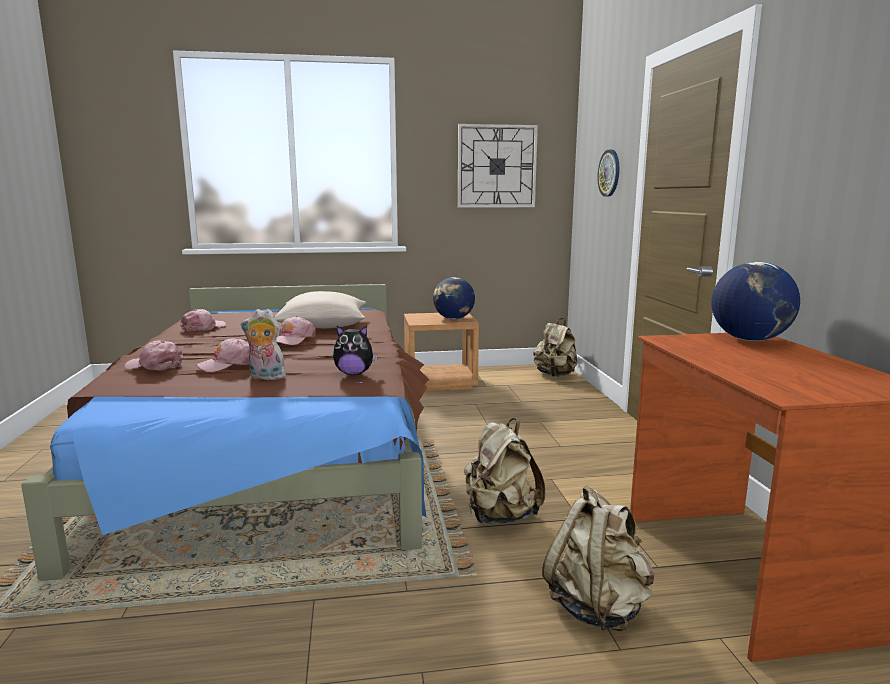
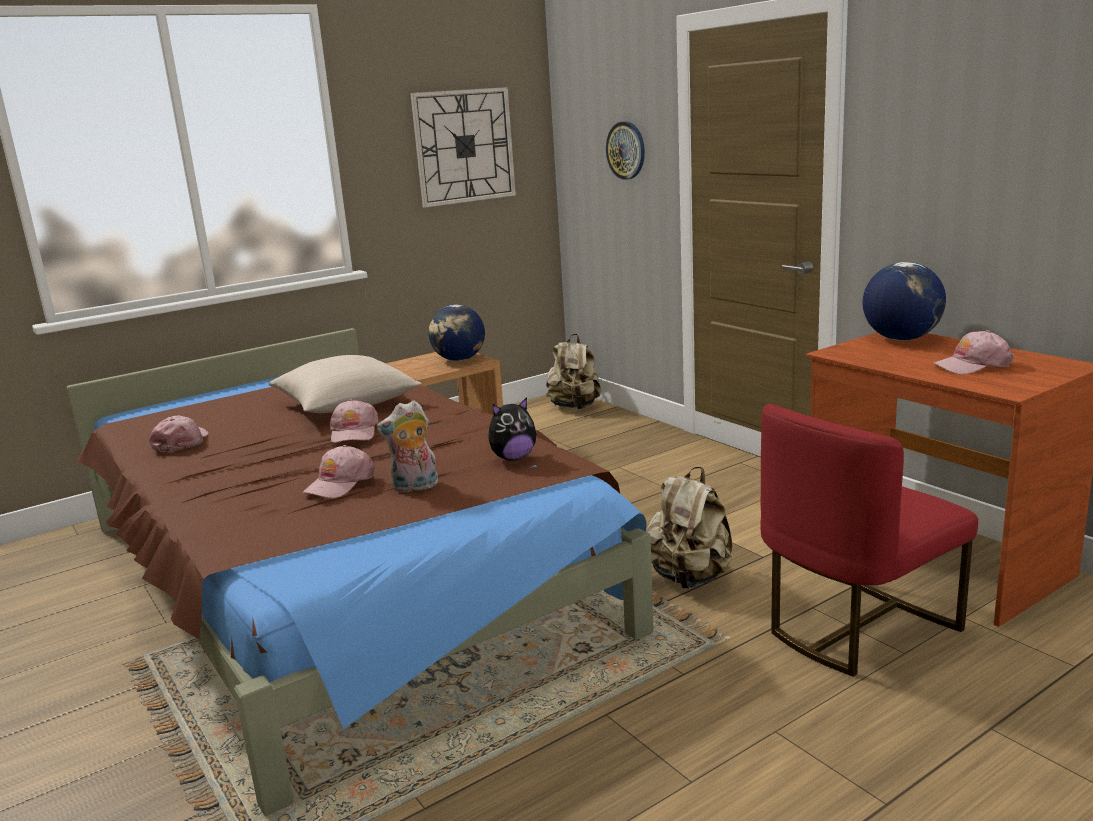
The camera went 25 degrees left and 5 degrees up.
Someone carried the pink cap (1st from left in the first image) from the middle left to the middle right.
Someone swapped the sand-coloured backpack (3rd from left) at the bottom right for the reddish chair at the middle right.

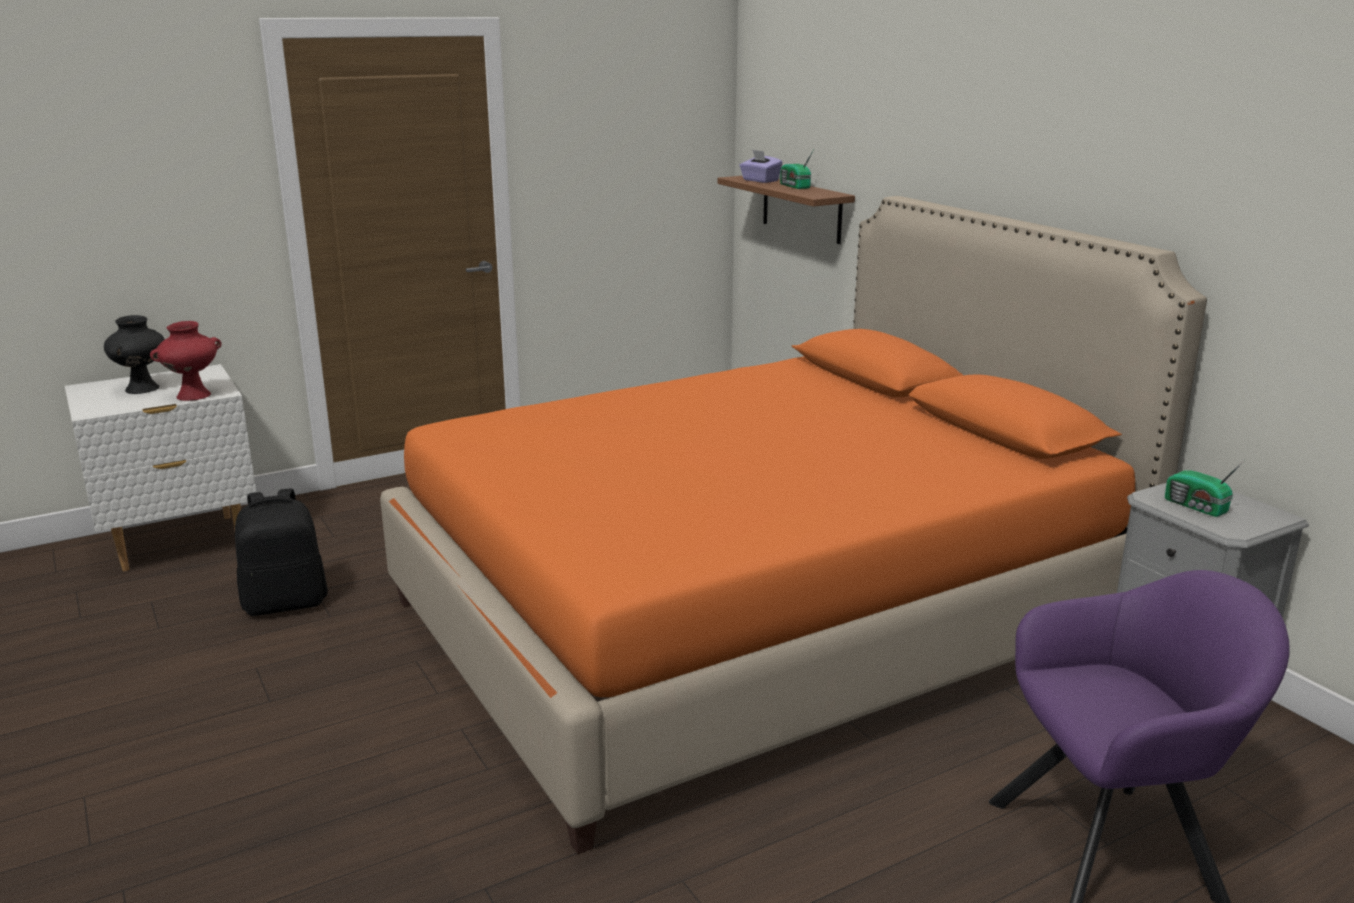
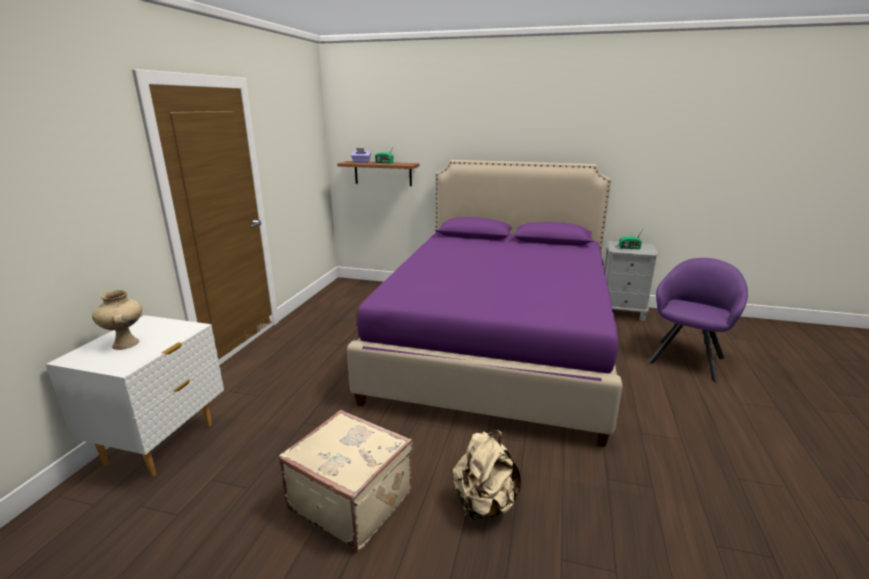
The camera went 45 degrees left and 0 degrees up.
Someone repainted the orange-coloured bed at the centre, which became the purplish bed at the centre.
Someone repainted the black-coloured flower vase at the middle left, which became the sand-coloured flower vase at the middle left.
Someone took away the reddish flower vase at the middle left.
Someone took away the black-coloured backpack at the middle left.
Someone put down the sand-coloured piece of luggage at the bottom centre.
Someone put down the sand-coloured backpack at the bottom centre.

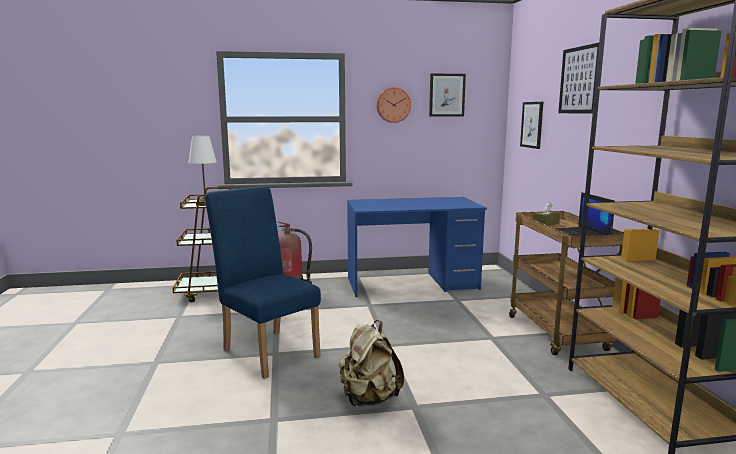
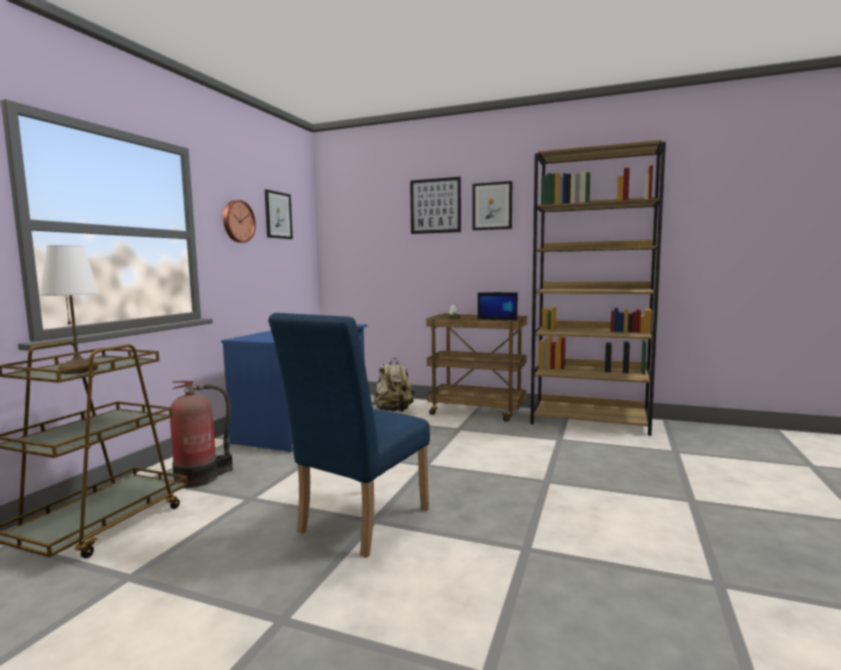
The camera went 60 degrees left and 5 degrees down.
Someone carried the picture (2nd from left in the first image) from the top right to the top centre.
Someone rotated the bluish chair at the centre by 45 degrees counterclockwise.
Someone carried the sand-coloured backpack from the bottom centre to the centre.

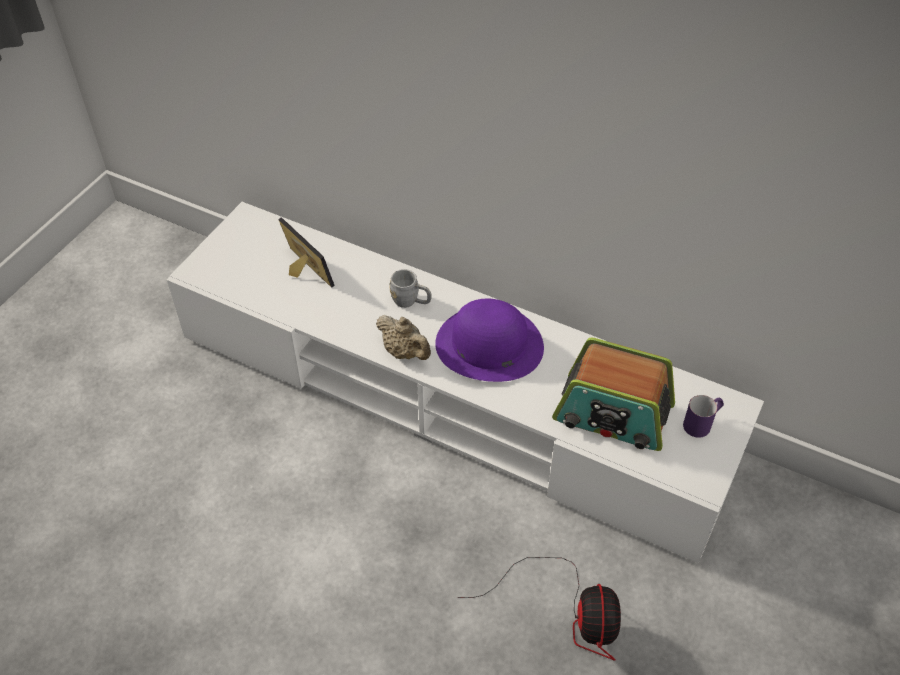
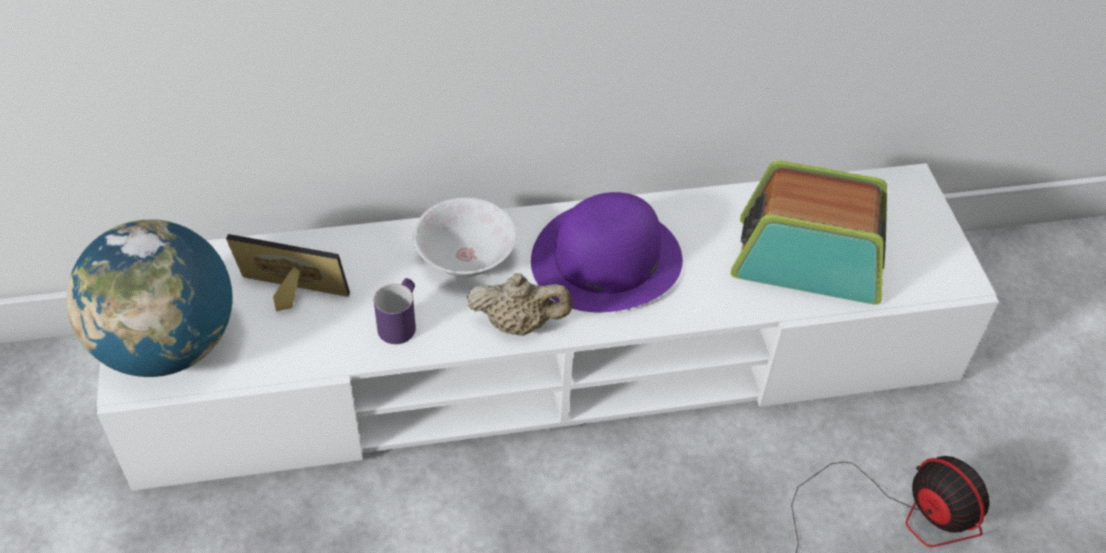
The camera went 40 degrees left and 0 degrees up.
Someone swapped the gray coffee mug at the centre for the whitish bowl at the centre.
Someone rotated the radio receiver at the middle right by 150 degrees counterclockwise.
Someone carried the purplish coffee mug from the middle right to the centre.
Someone put down the desk globe at the middle left.

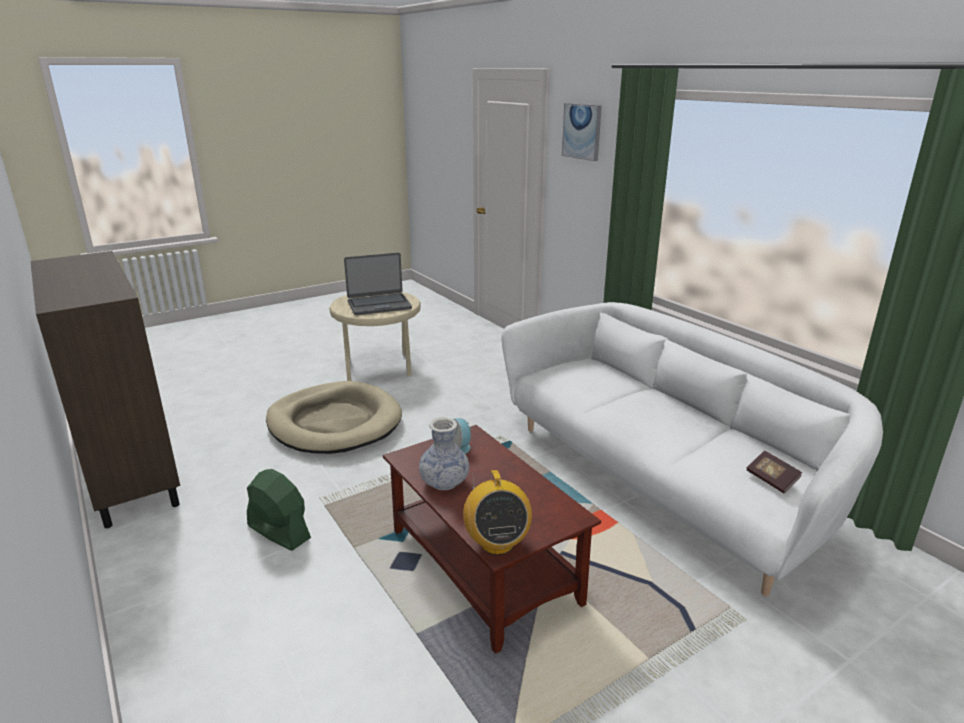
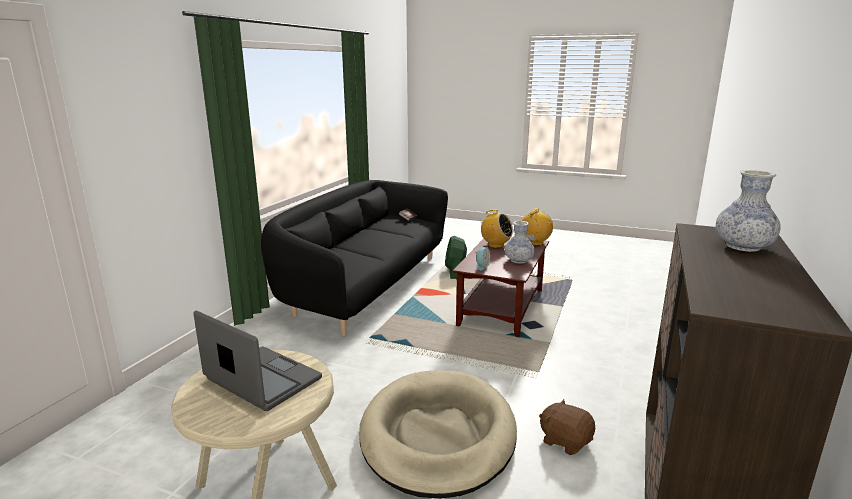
The camera went 125 degrees left and 5 degrees down.
Someone took away the picture at the top centre.
Someone repainted the whitish sofa at the middle right, which became the black-coloured sofa at the centre.
Someone carried the greenish fan from the bottom left to the centre.
Someone put down the flower vase (2nd from left) at the middle right.
Someone put down the radio receiver (1st from left) at the centre.
Someone put down the brownish soft toy at the bottom centre.

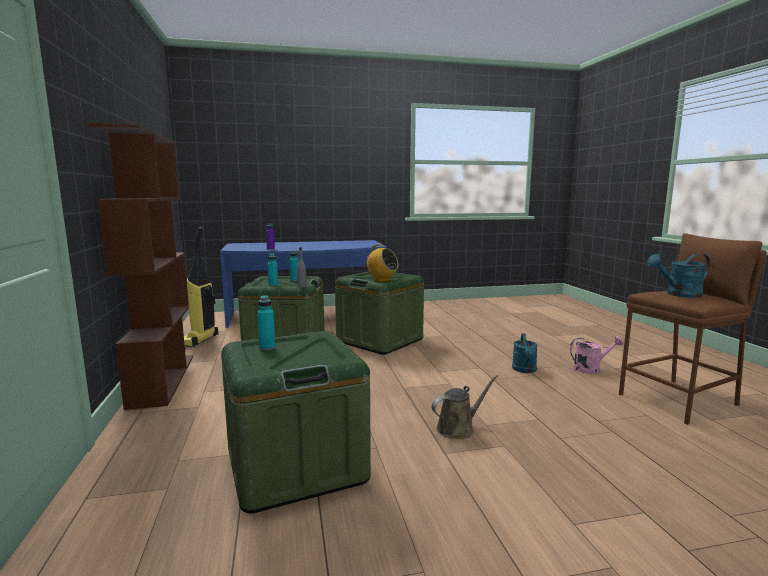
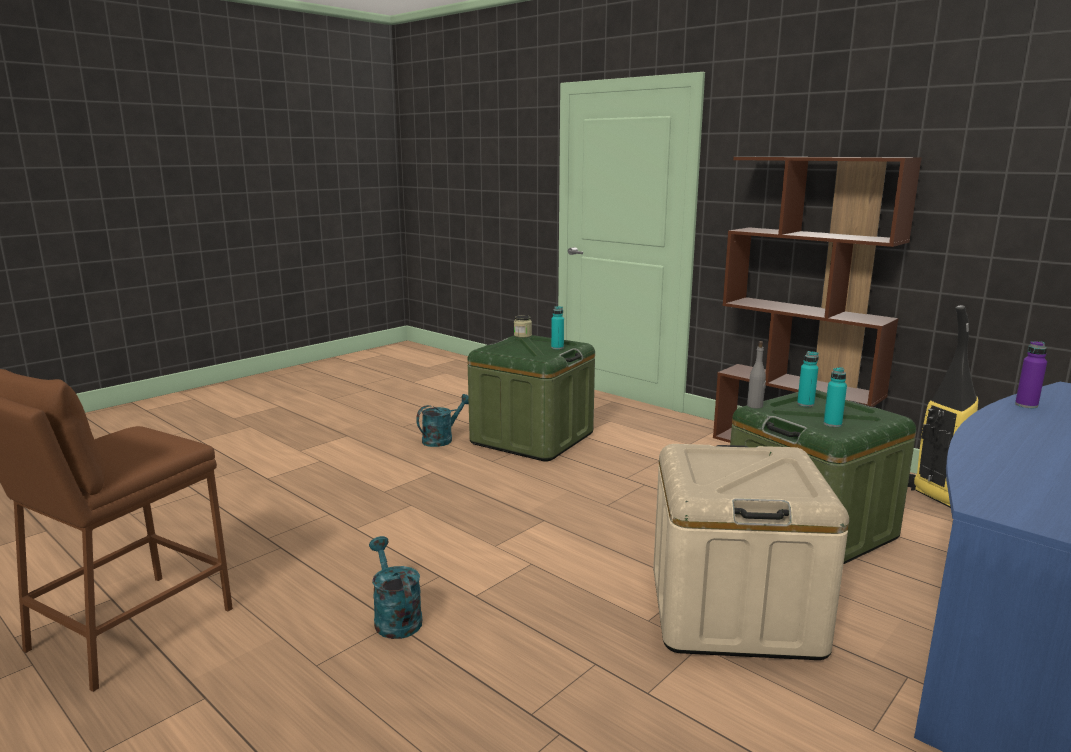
The camera went 145 degrees right and 5 degrees up.
Someone took away the radio receiver at the centre.
Someone carried the turquoise-coloured watering can (2nd from left) from the middle right to the centre.
Someone repainted the greenish storage bin (3rd from left) at the centre, which became the sand-coloured storage bin at the bottom right.
Someone took away the pink watering can at the middle right.
Someone took away the brownish watering can at the bottom centre.
Someone put down the preserve jar at the centre.

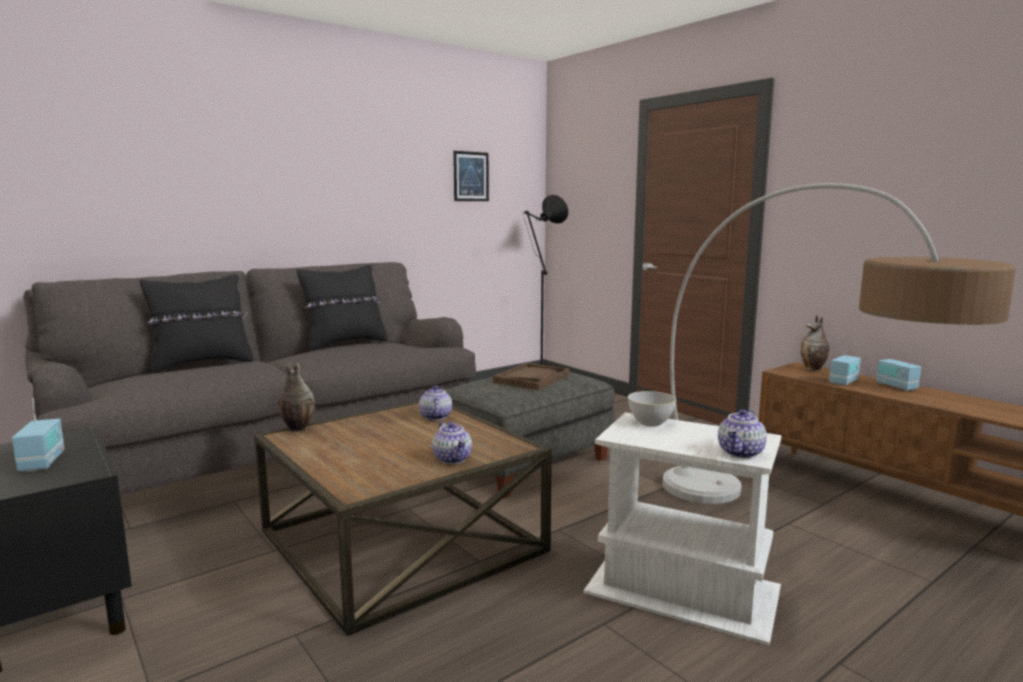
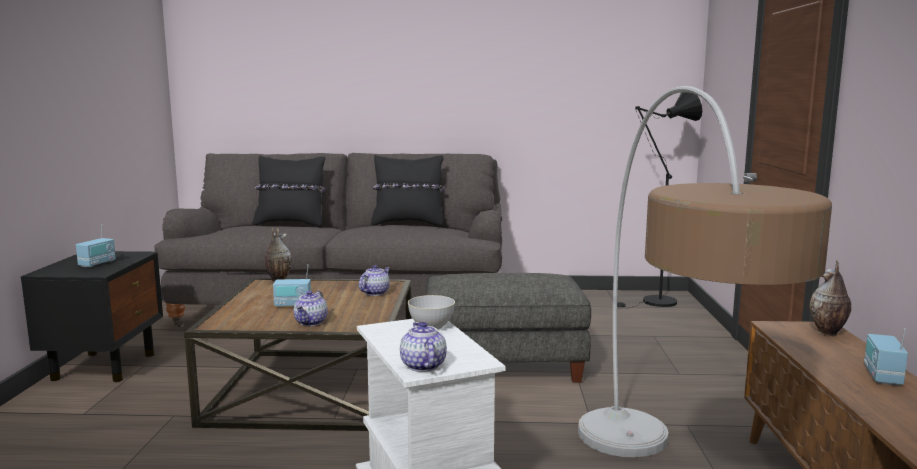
The camera went 40 degrees right and 0 degrees up.
Someone took away the picture at the top centre.
Someone carried the radio receiver (2nd from left) from the middle right to the middle left.
Someone took away the brownish serving tray at the centre.
Someone rotated the teapot (3rd from left) at the middle right by 90 degrees clockwise.

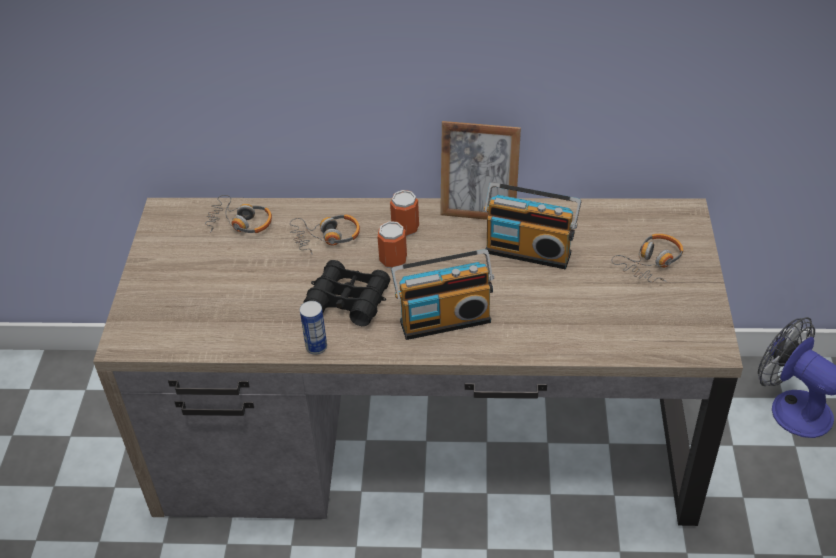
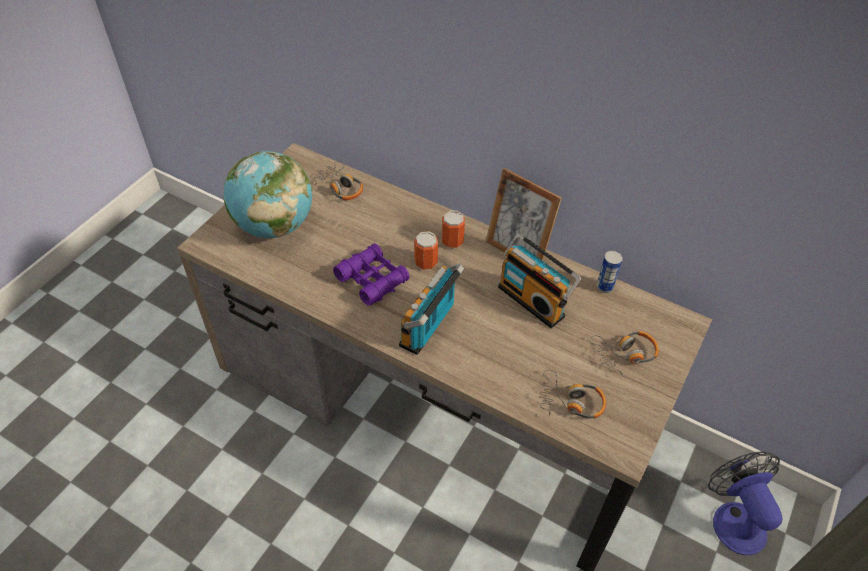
The camera went 25 degrees right and 5 degrees up.
Someone carried the headset (2nd from left) from the centre to the bottom centre.
Someone rotated the radio receiver (1st from left) at the centre by 105 degrees clockwise.
Someone repainted the black-coloured field glasses at the centre, which became the purplish field glasses at the centre.
Someone carried the can (1st from left in the first image) from the centre to the middle right.
Someone put down the desk globe at the middle left.

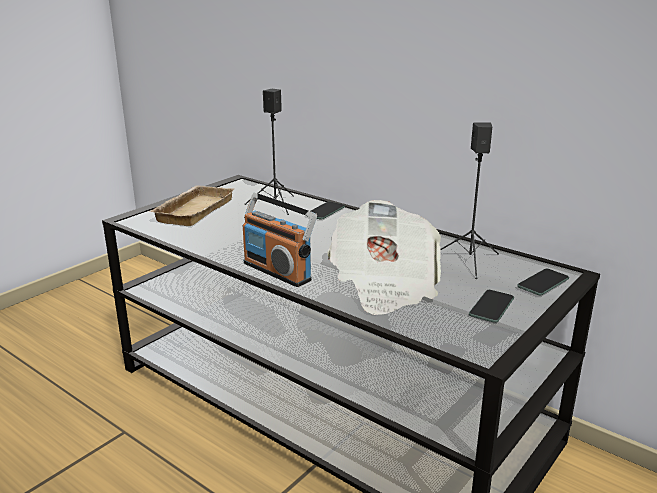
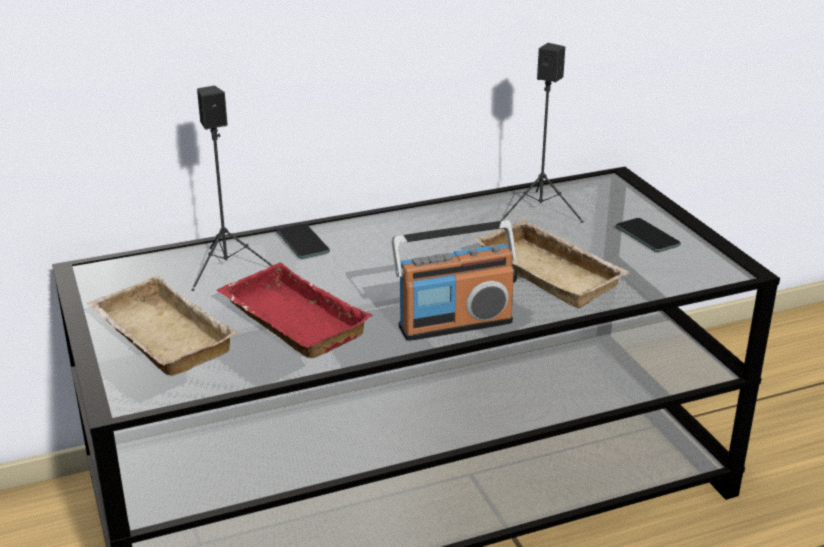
The camera went 60 degrees left and 5 degrees up.
Someone swapped the newspaper at the centre for the sand-coloured serving tray (2nd from left) at the middle right.
Someone took away the telephone (3rd from left) at the middle right.
Someone put down the reddish serving tray at the centre.

